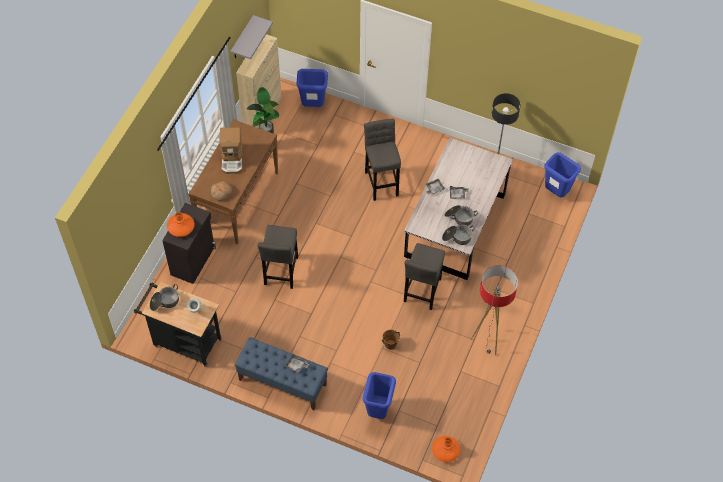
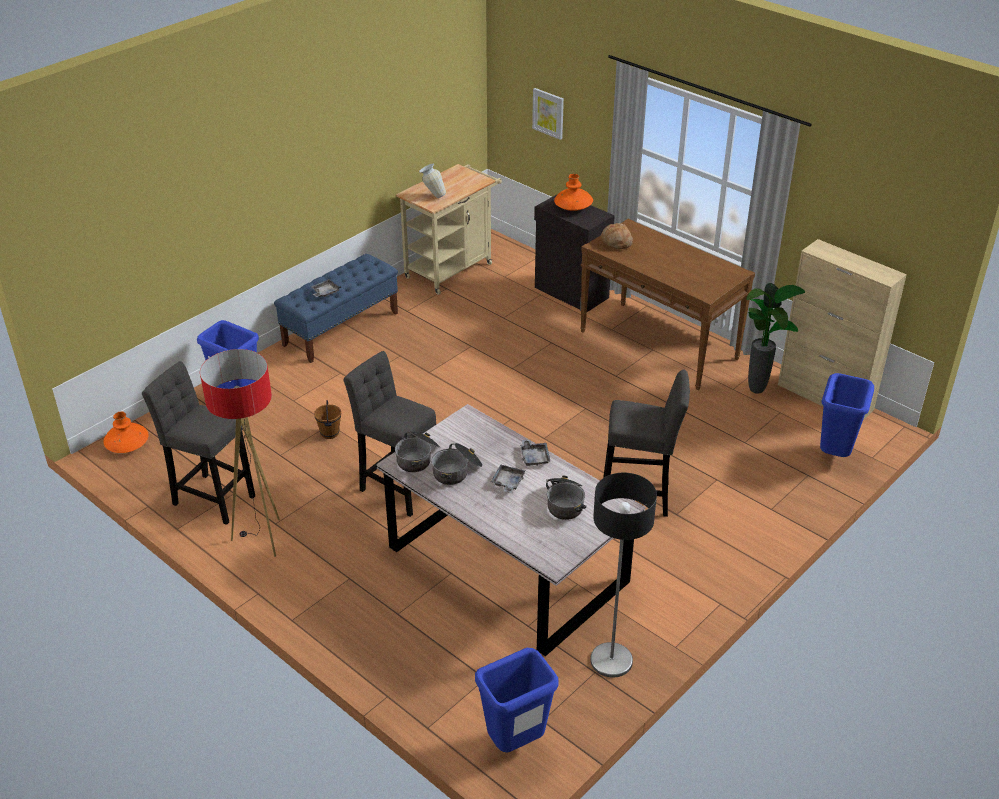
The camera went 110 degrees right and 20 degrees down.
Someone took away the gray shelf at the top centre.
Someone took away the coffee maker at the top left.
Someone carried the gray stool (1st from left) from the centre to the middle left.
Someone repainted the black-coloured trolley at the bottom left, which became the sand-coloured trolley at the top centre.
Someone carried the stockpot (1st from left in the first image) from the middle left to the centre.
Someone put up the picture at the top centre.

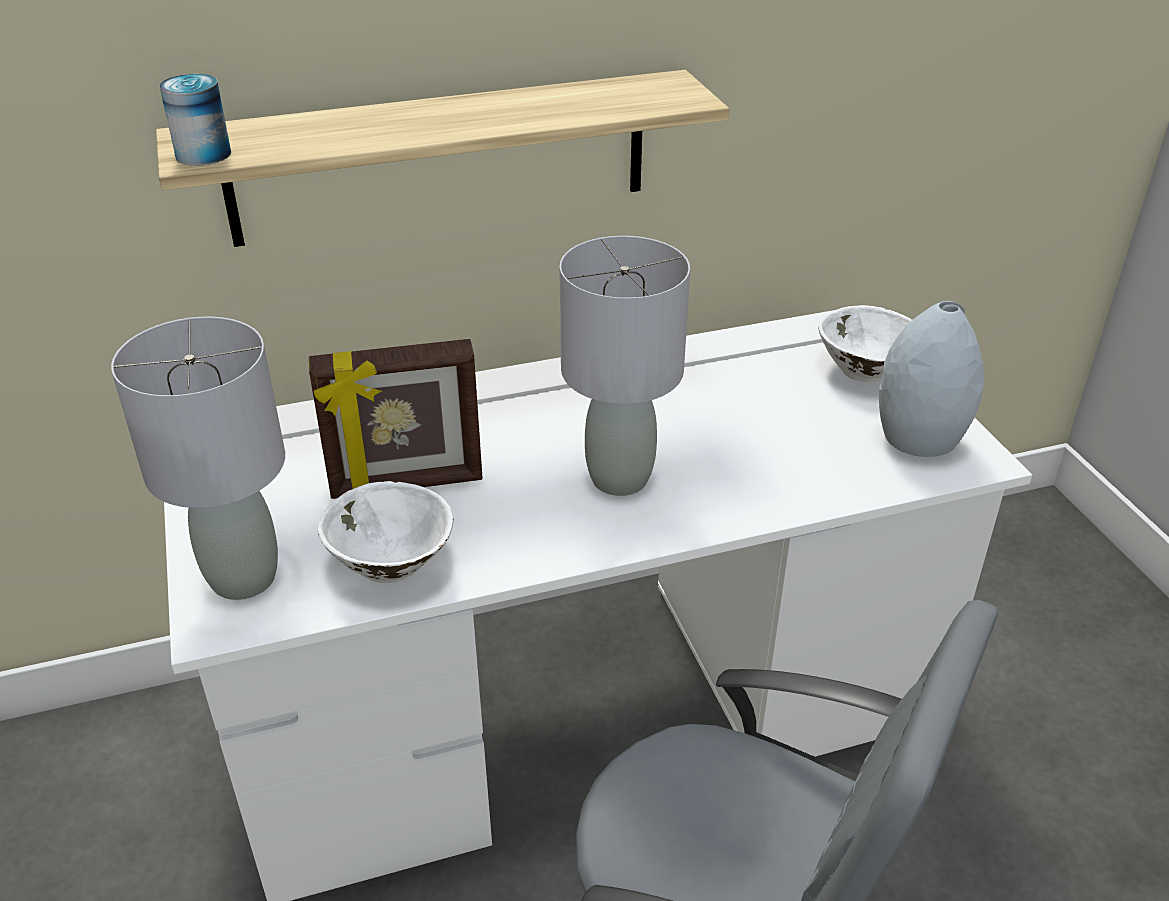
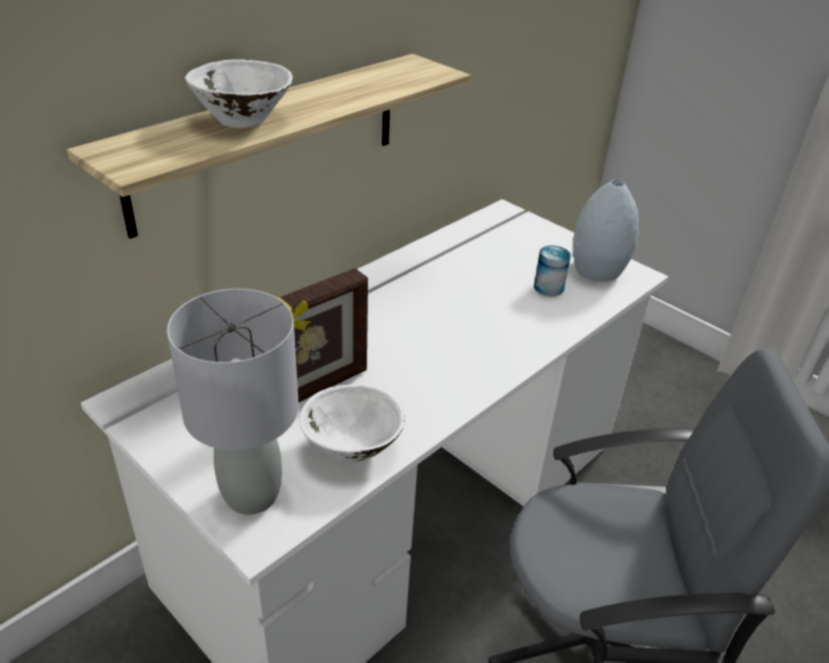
The camera went 30 degrees left and 0 degrees up.
Someone carried the can from the top left to the centre.
Someone took away the gray lamp for a table (2nd from left) at the centre.
Someone carried the whitish bowl (2nd from left in the first image) from the middle right to the top left.

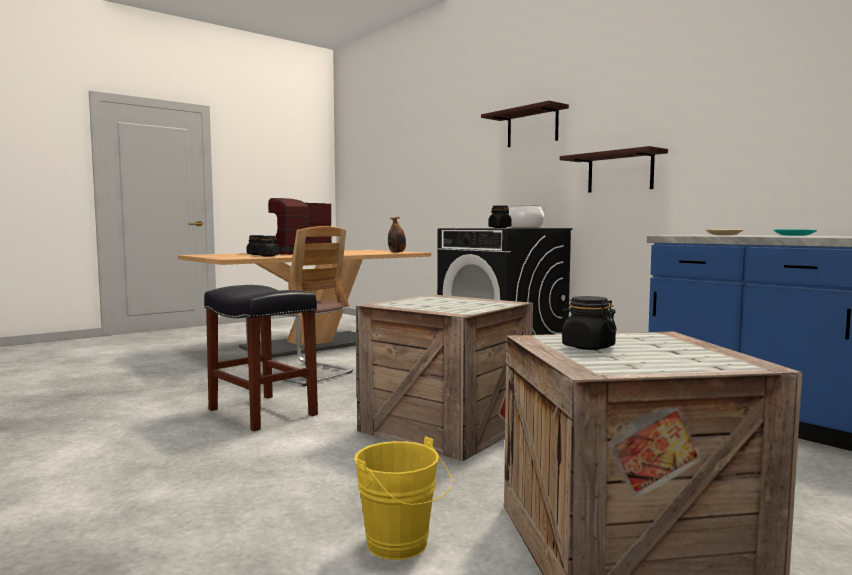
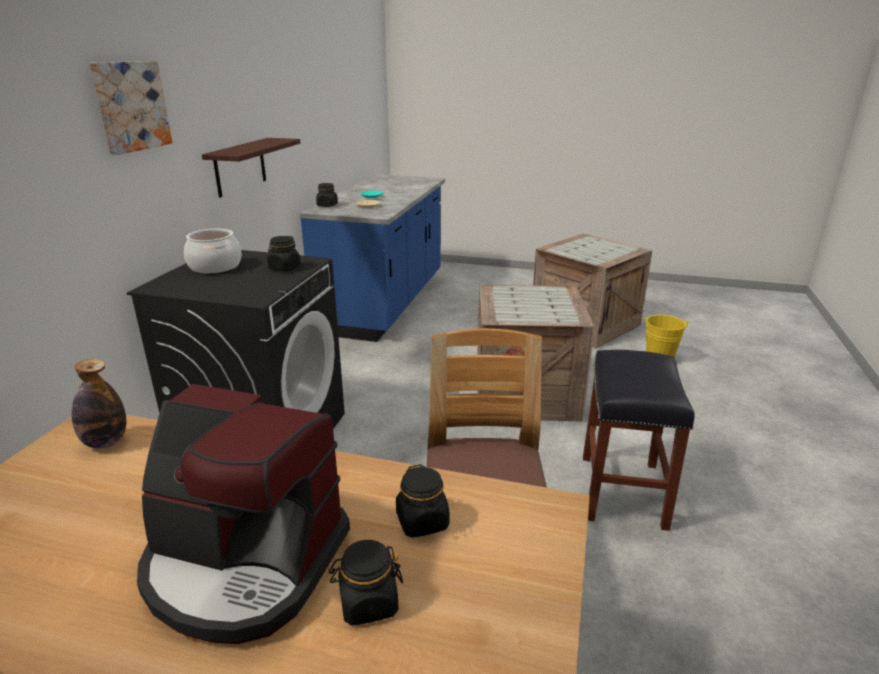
The camera went 125 degrees left and 20 degrees up.
Someone swapped the shelf (1st from left) at the top centre for the picture at the top left.
Someone carried the black-coloured preserve jar (4th from left in the first image) from the middle right to the top centre.

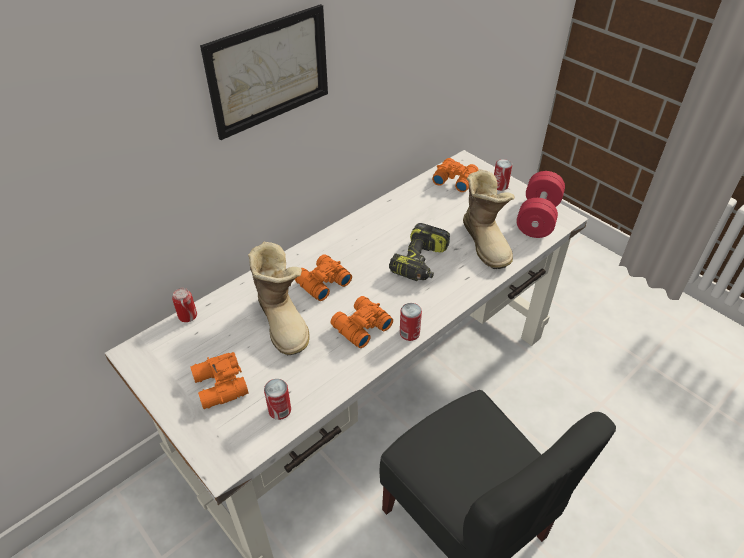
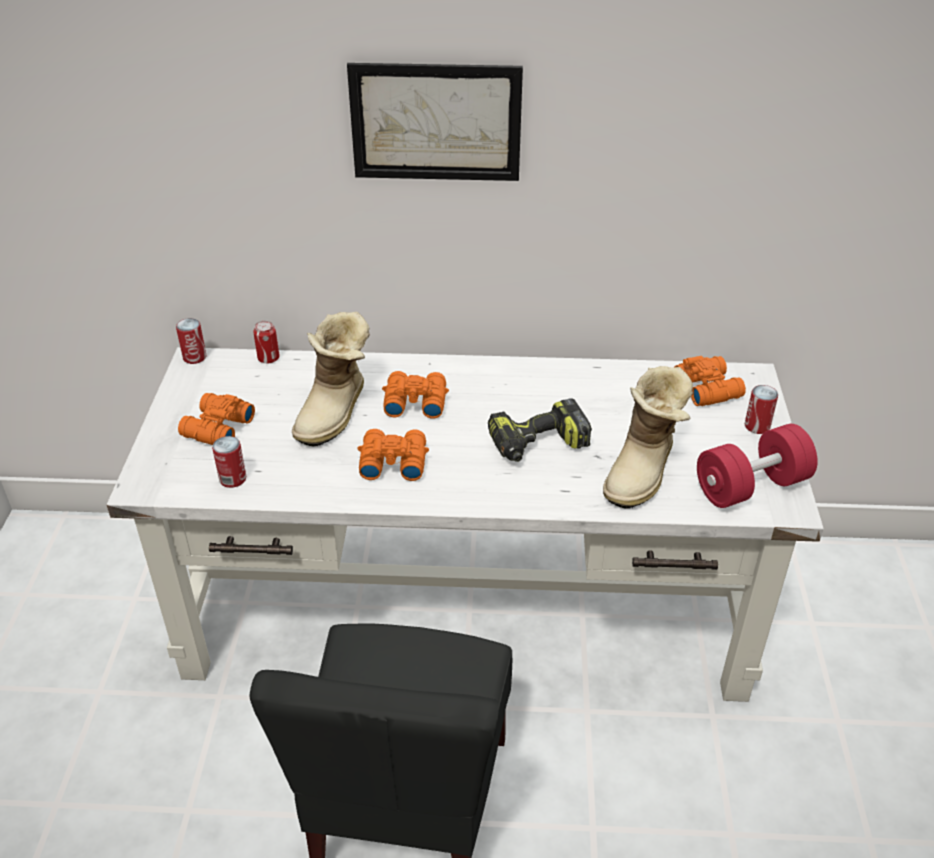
The camera went 45 degrees right and 5 degrees down.
Someone carried the can (3rd from left in the first image) from the centre to the middle left.

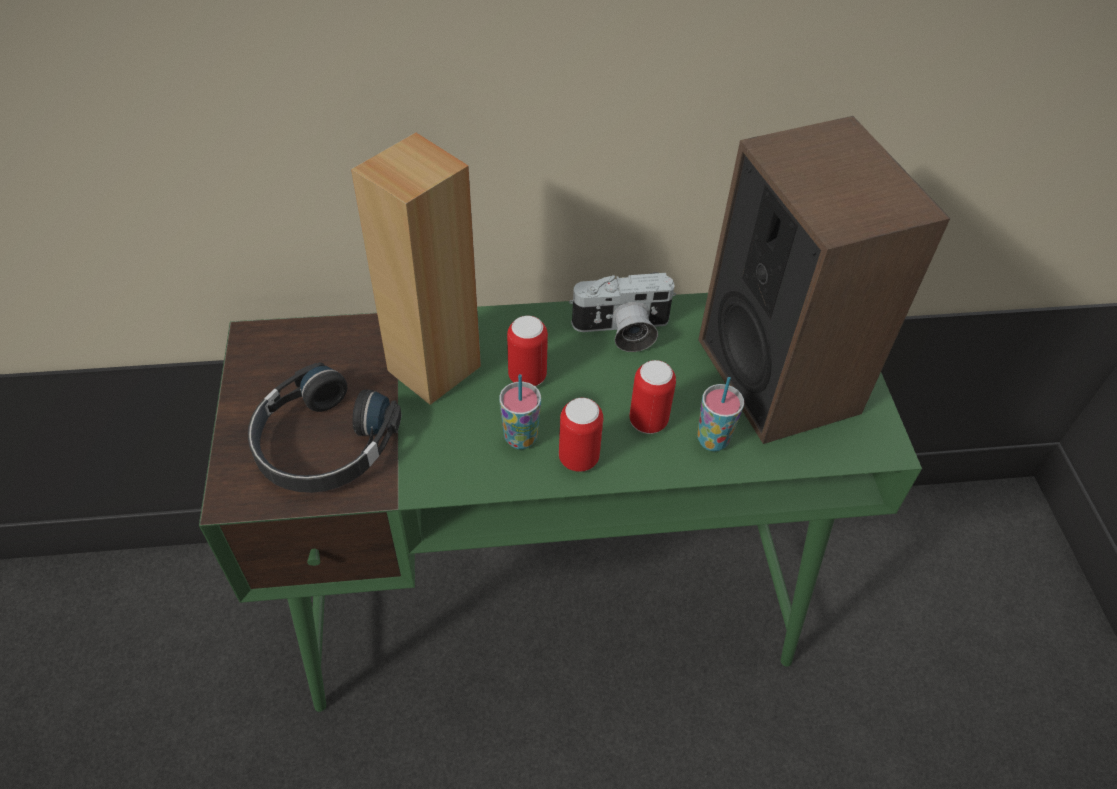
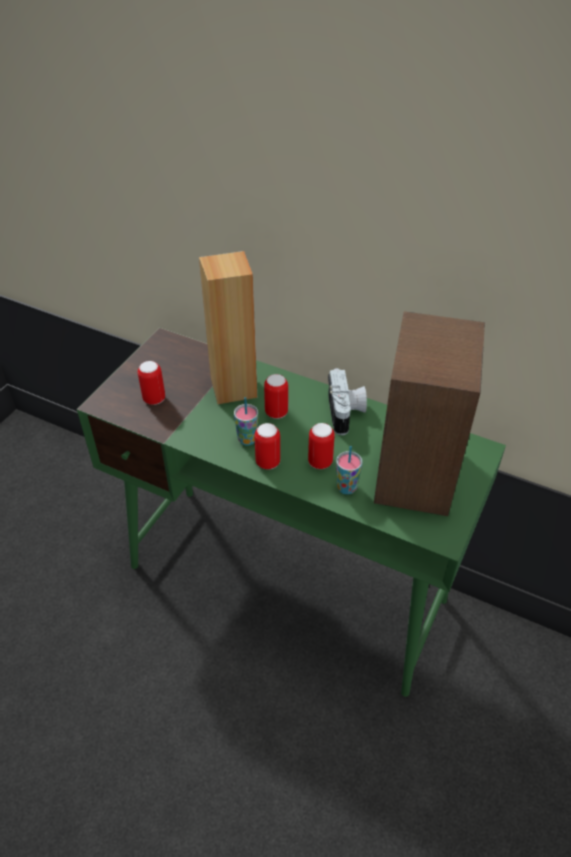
The camera went 35 degrees right and 5 degrees down.
Someone rotated the photo camera at the centre by 120 degrees counterclockwise.
Someone swapped the black-coloured headset at the middle left for the can (1st from left) at the middle left.

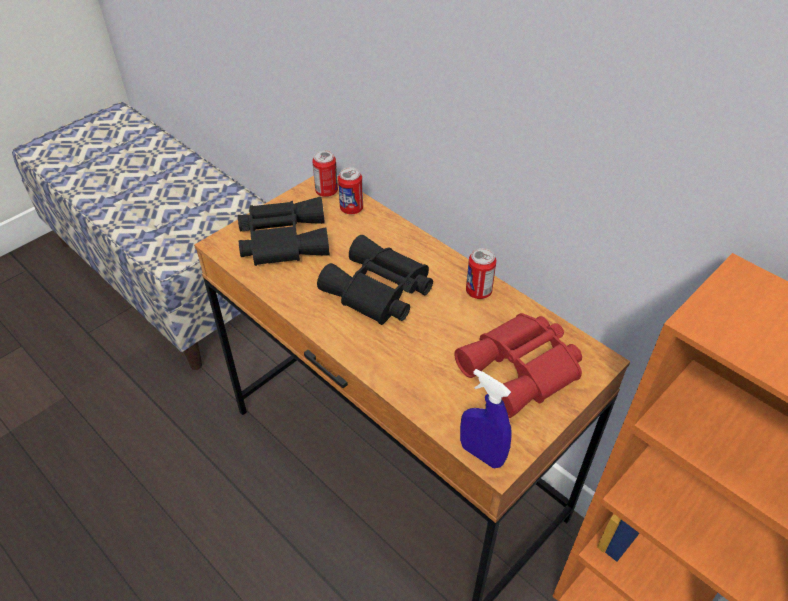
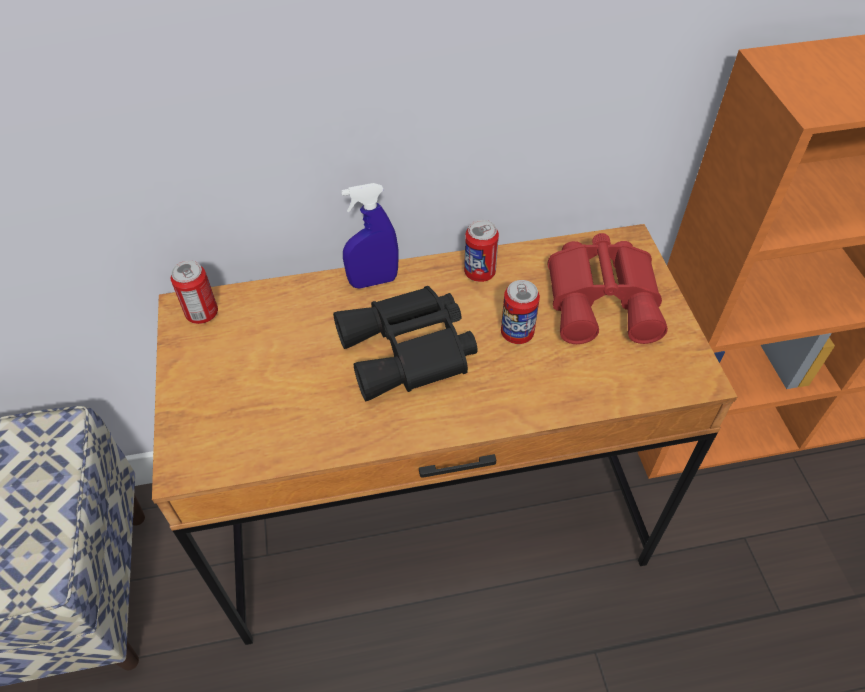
The camera went 55 degrees left and 5 degrees up.
Someone carried the can (2nd from left in the first image) from the top centre to the centre.
Someone took away the black-coloured field glasses (1st from left) at the centre.
Someone carried the bluish sprayer from the bottom centre to the centre.

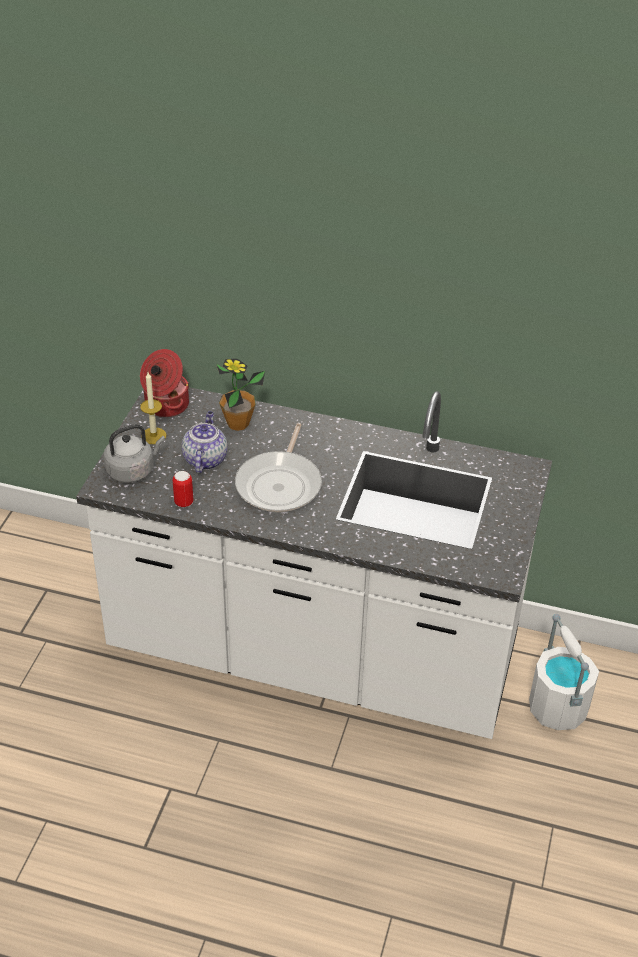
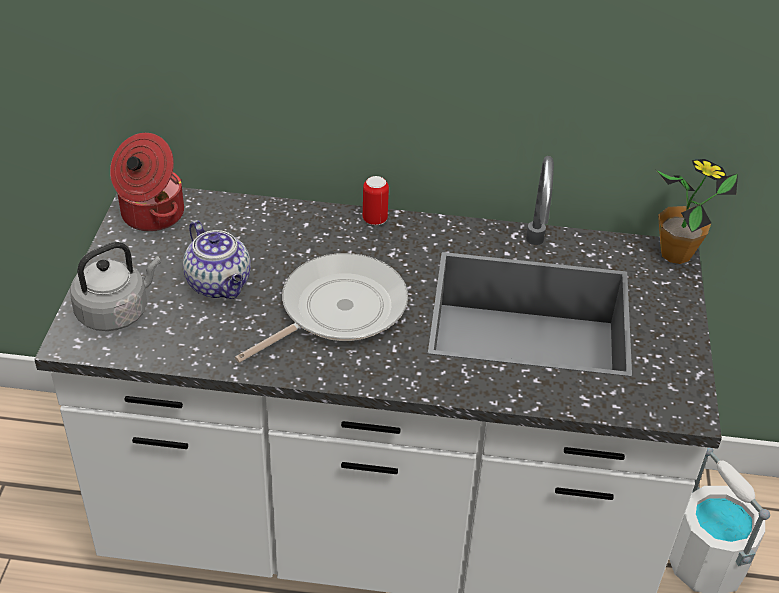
The camera went 10 degrees left and 0 degrees up.
Someone carried the potted plant from the centre to the middle right.
Someone took away the wax light at the middle left.
Someone rotated the teapot at the middle left by 150 degrees clockwise.
Someone rotated the frying pan at the centre by 135 degrees counterclockwise.
Someone carried the can from the middle left to the centre.

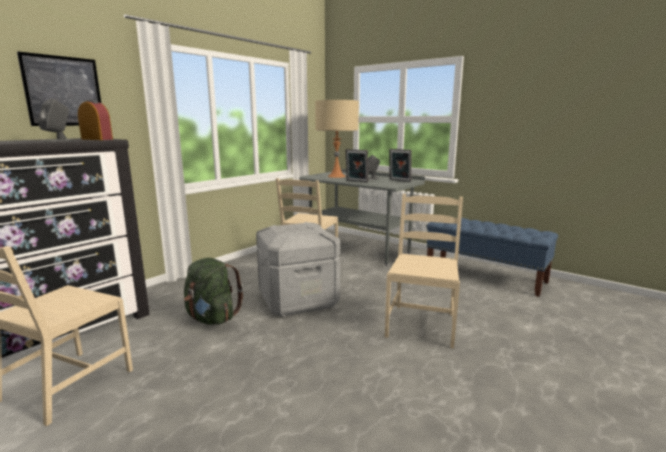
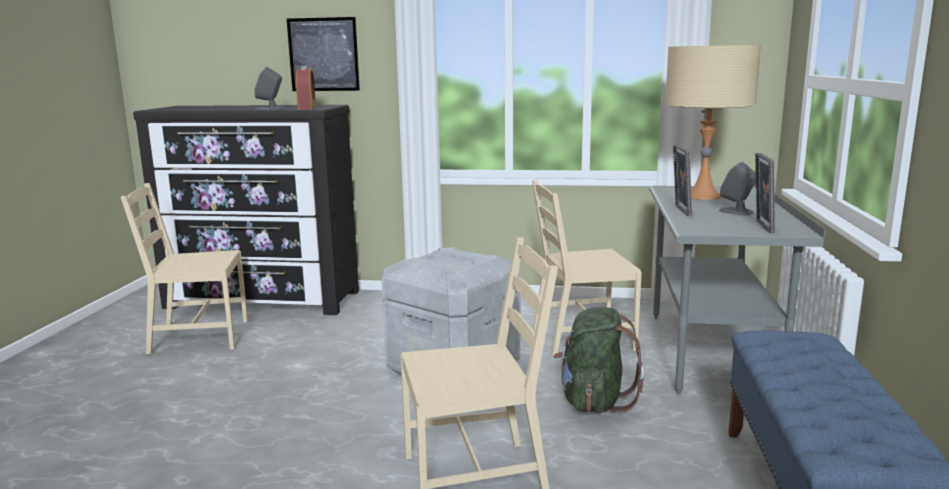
The camera went 60 degrees right and 0 degrees up.
Someone carried the greenish backpack from the middle left to the bottom centre.

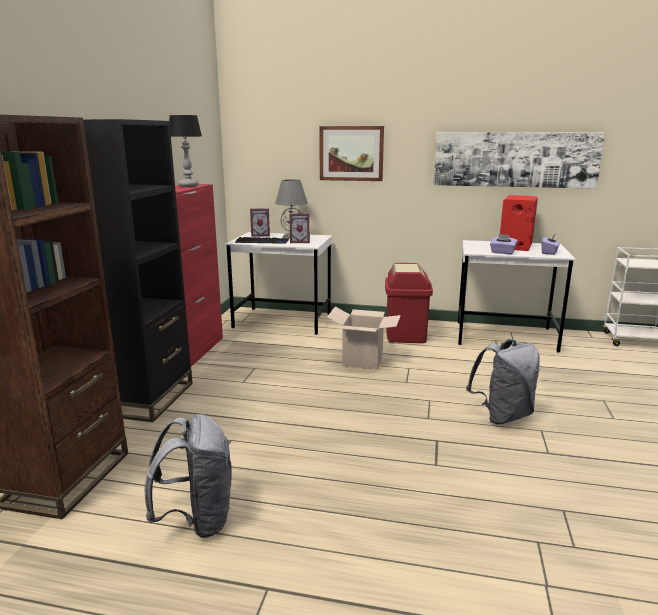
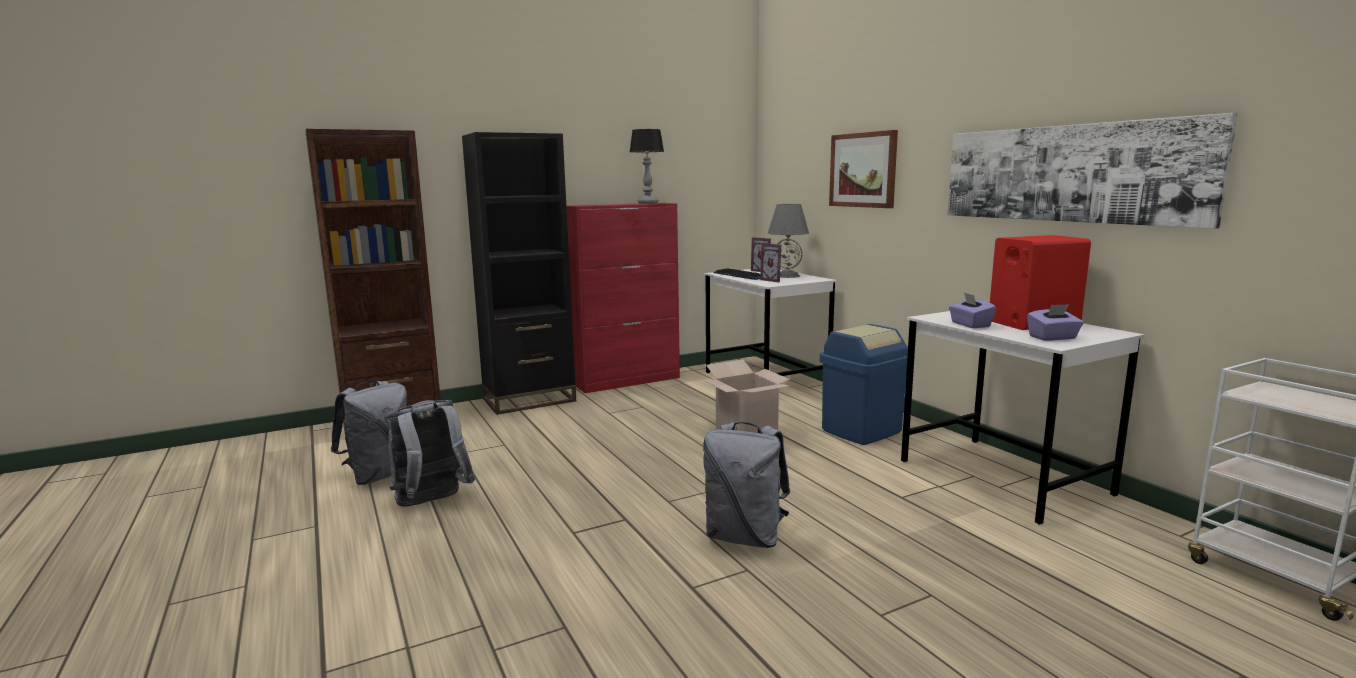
The camera went 50 degrees right and 5 degrees down.
Someone repainted the reddish rubbish bin at the centre, which became the bluish rubbish bin at the centre.
Someone put down the gray backpack (2nd from left) at the bottom left.

